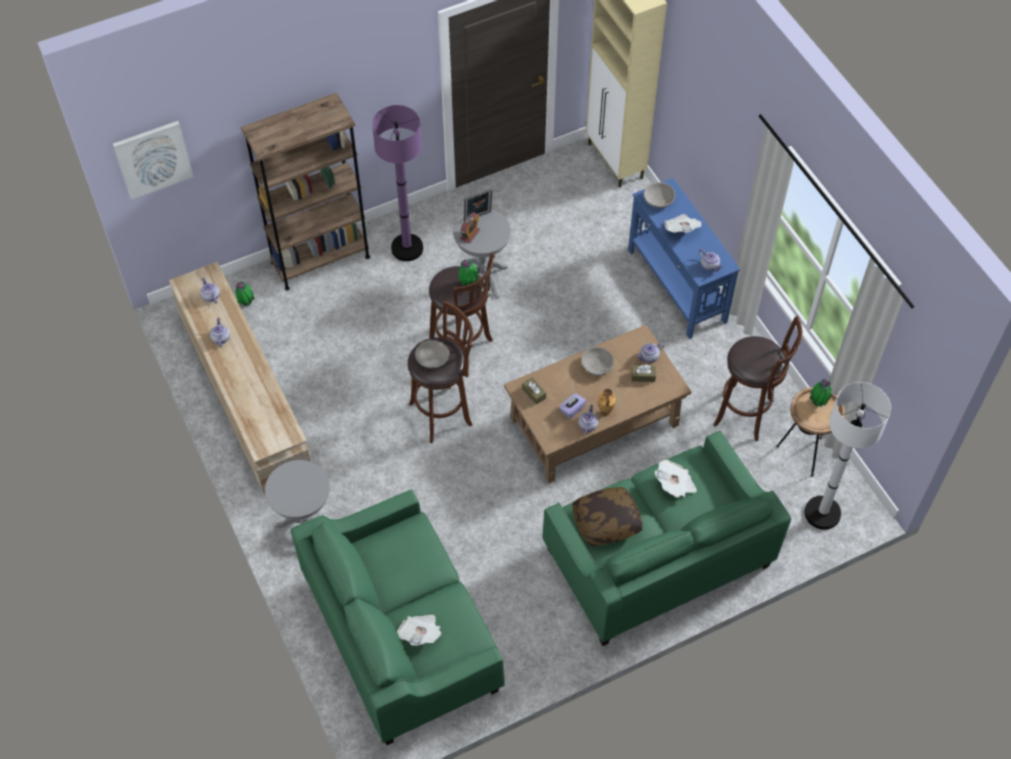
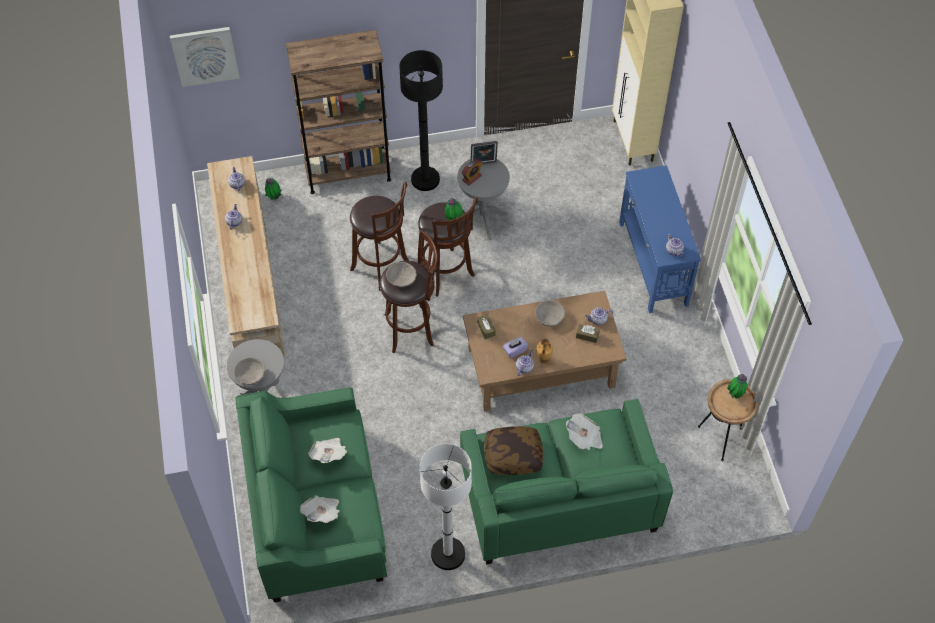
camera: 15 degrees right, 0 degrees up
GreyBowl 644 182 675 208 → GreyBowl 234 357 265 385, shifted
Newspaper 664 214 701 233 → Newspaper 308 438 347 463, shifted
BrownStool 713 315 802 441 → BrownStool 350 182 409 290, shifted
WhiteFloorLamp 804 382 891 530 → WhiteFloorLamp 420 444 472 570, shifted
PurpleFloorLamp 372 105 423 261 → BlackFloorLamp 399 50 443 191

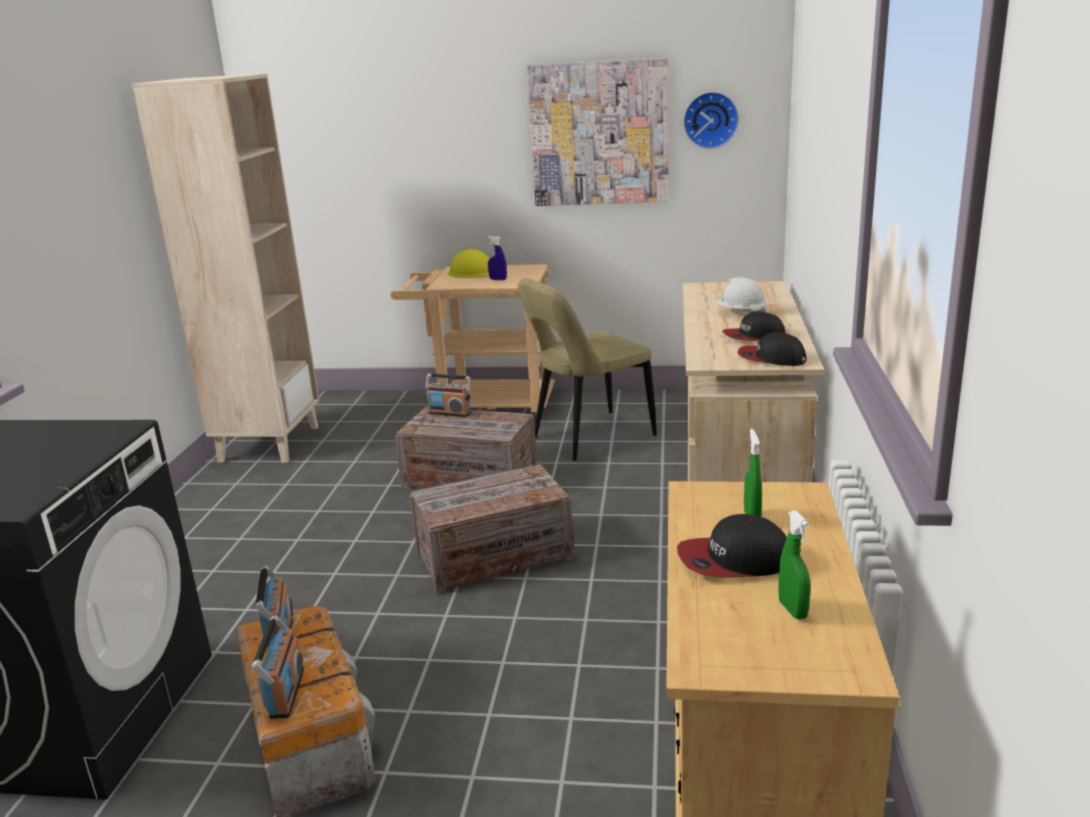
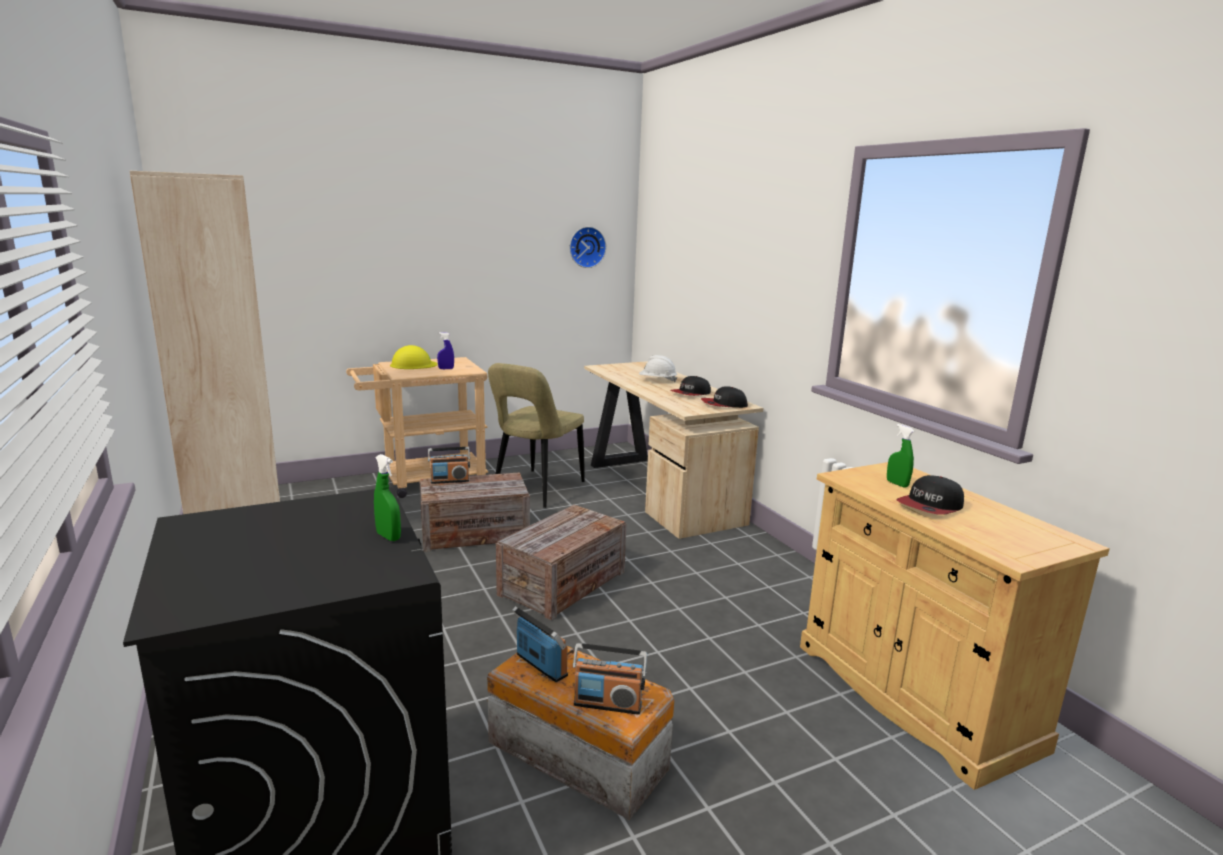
camera: 35 degrees left, 5 degrees down
Picture 527 57 669 206 → -
GreenSprayBottle 778 510 811 620 → GreenSprayBottle 374 454 401 541, shifted
Radio 252 615 304 719 → Radio 573 643 647 715, 135 degrees clockwise

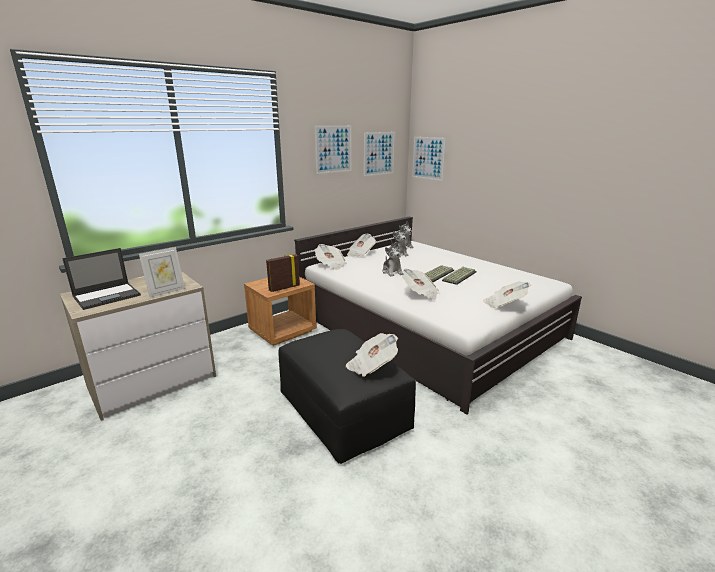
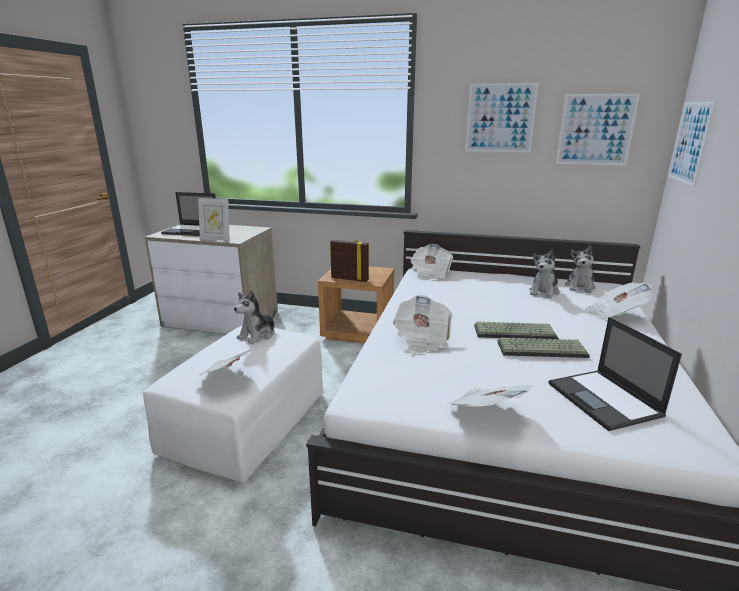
camera: 55 degrees right, 0 degrees up
- → Laptop 549 317 682 431
Newspaper 347 234 376 257 → Newspaper 586 283 653 319, shifted
PlushToy 382 242 404 276 → PlushToy 234 290 276 344, shifted
BlackOttoman 279 329 416 464 → WhiteOttoman 143 326 323 483

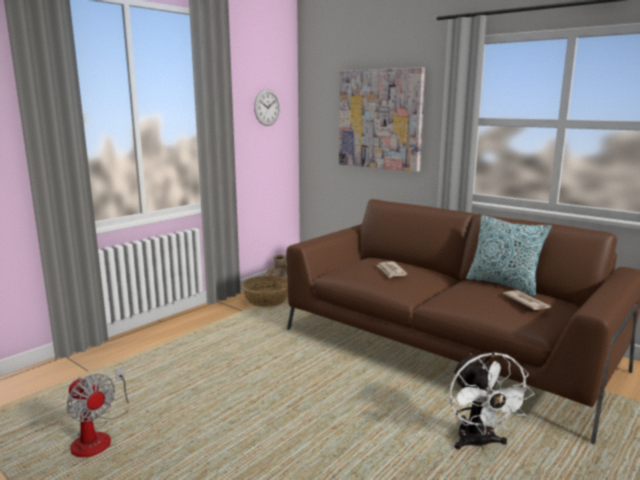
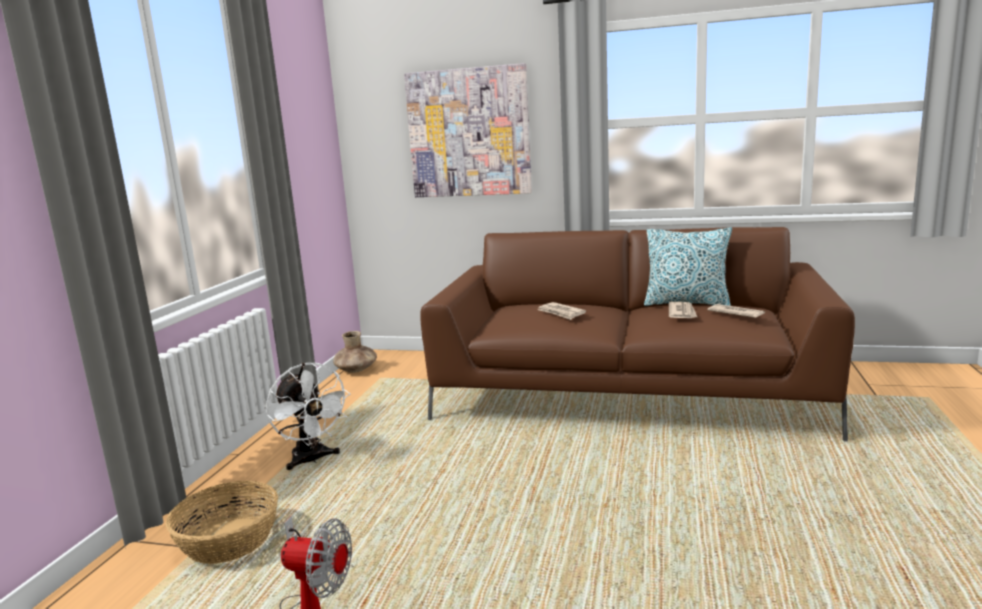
camera: 25 degrees left, 0 degrees up
WallClock 254 89 280 126 → -
- → Newspaper 669 302 698 318
Basket 242 276 288 307 → Basket 166 481 278 564, shifted
WhiteFan 449 352 535 450 → WhiteFan 266 363 350 470, shifted

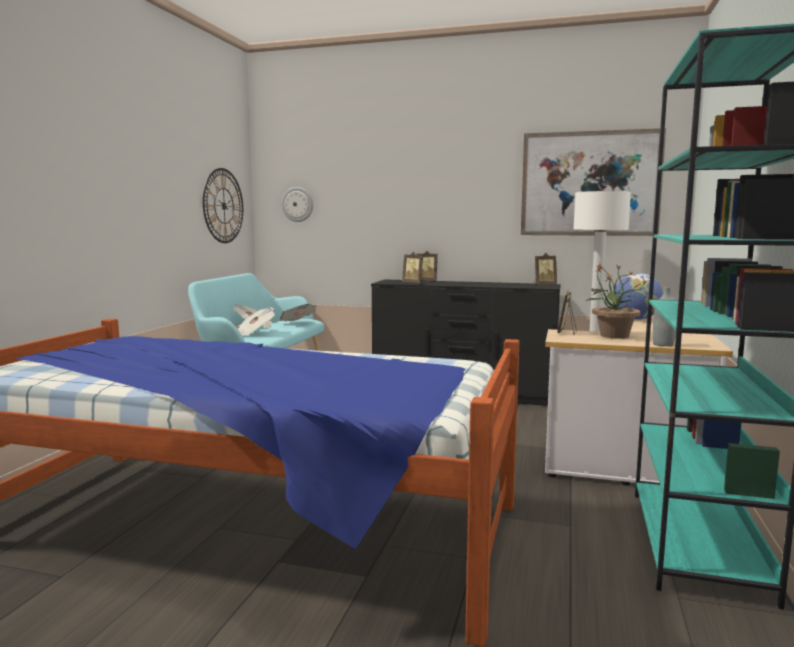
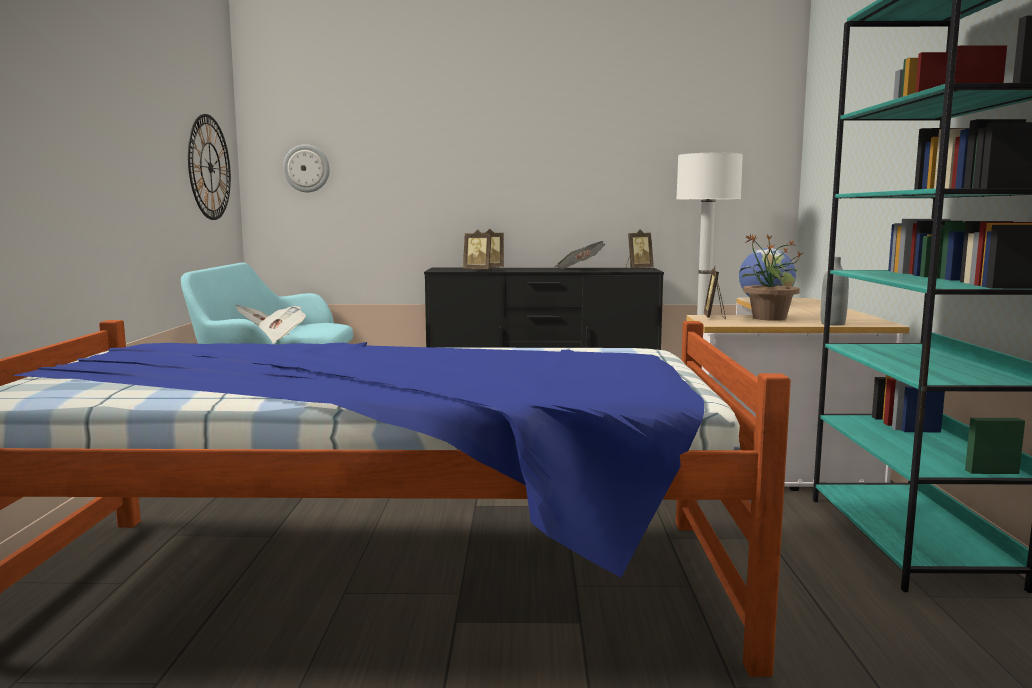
camera: 15 degrees left, 0 degrees up
Picture 521 128 666 236 → -
Newspaper 279 304 316 321 → Newspaper 554 241 605 268, shifted

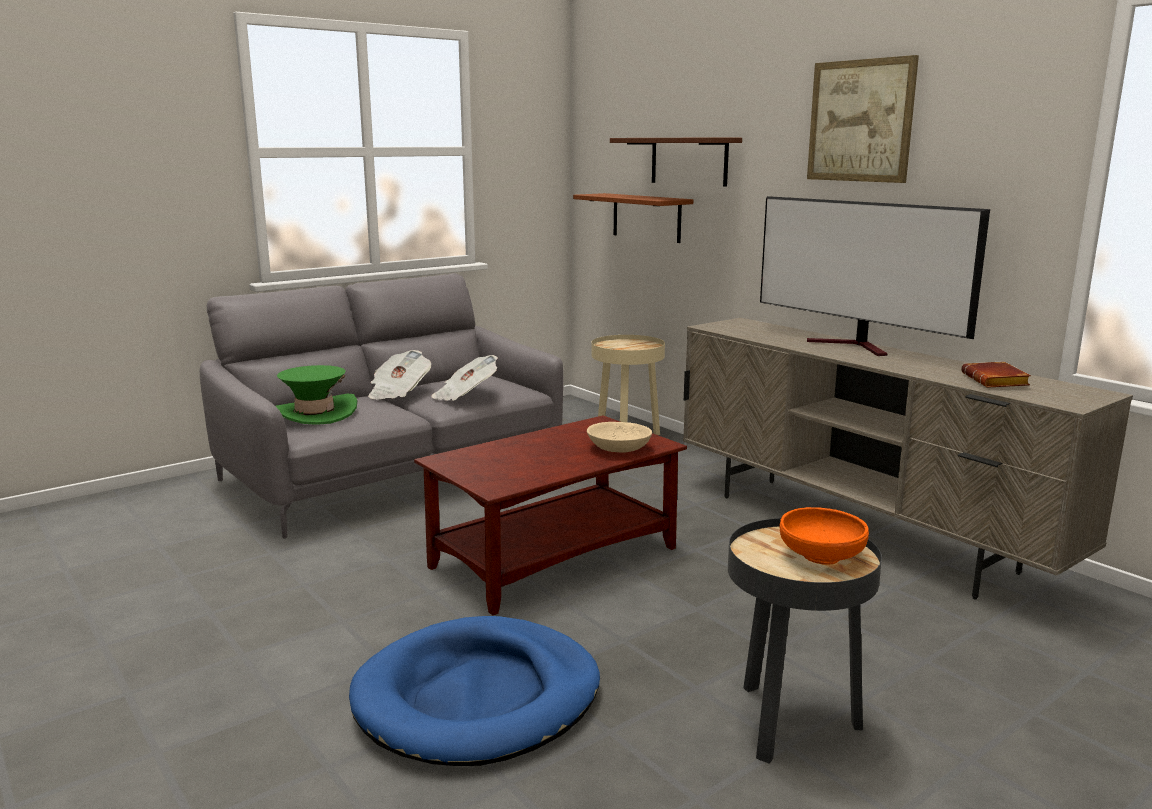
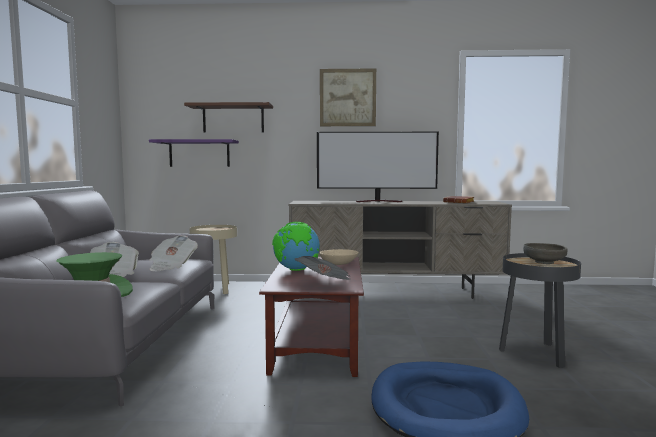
camera: 50 degrees left, 10 degrees down
- → Globe 272 222 320 271
- → Newspaper 295 256 351 280
BrownShelf 573 193 693 243 → PurpleShelf 149 139 239 167
OrangeBowl 780 507 869 565 → GreyBowl 523 243 568 264

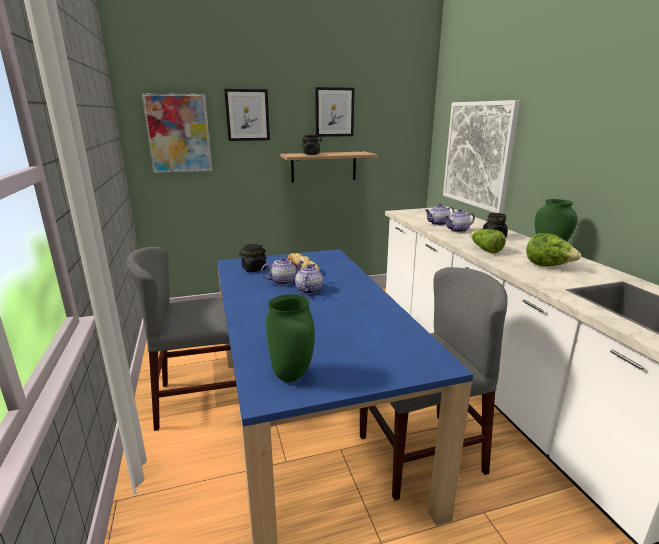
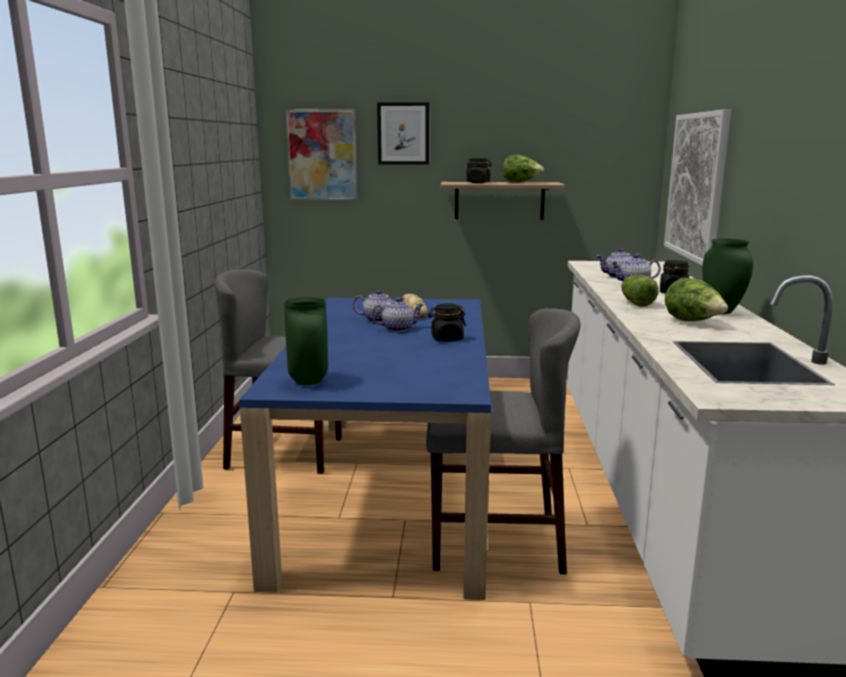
camera: 20 degrees right, 5 degrees down
Picture 315 87 354 137 → -
- → Lettuce 503 155 544 183
BlackJar 239 244 267 272 → BlackJar 428 304 466 341, shifted
Teapot 295 264 323 294 → Teapot 371 298 424 332, 45 degrees clockwise

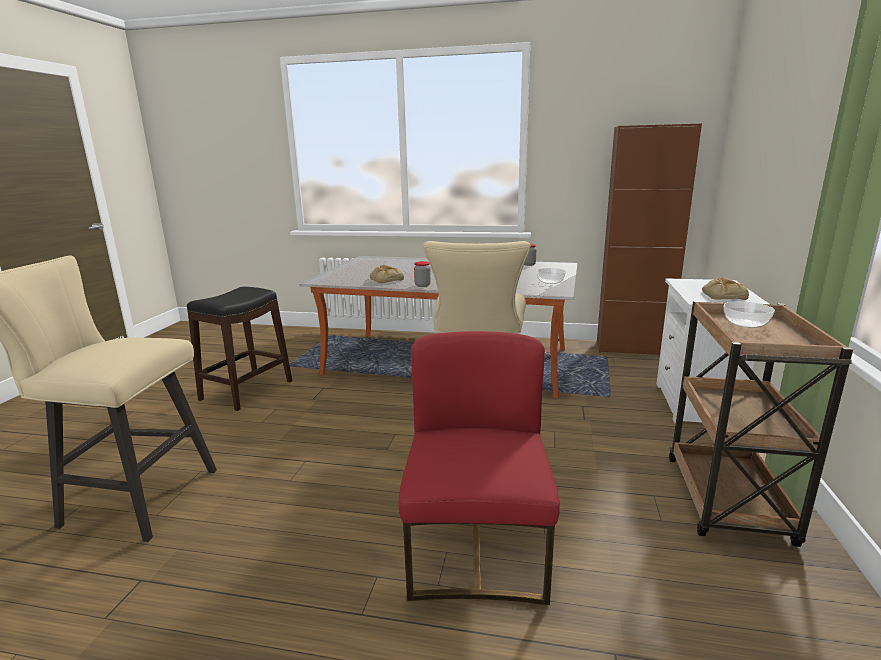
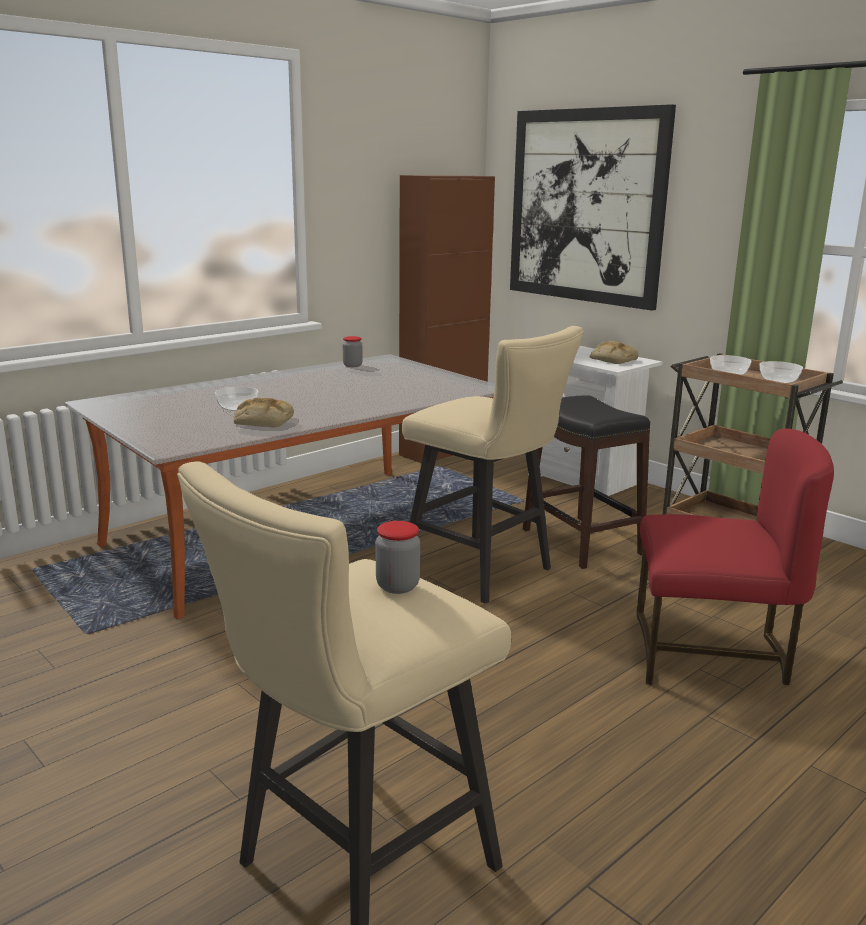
camera: 55 degrees left, 0 degrees up
- → Picture 510 104 676 311
BlackStool 187 287 292 411 → BlackStool 523 396 650 569, shifted
Jar 414 261 431 287 → Jar 376 521 420 594, shifted
Bowl 537 268 566 284 → Bowl 759 361 803 384, shifted
RedChair 398 331 560 605 → RedChair 637 428 834 685, 150 degrees clockwise

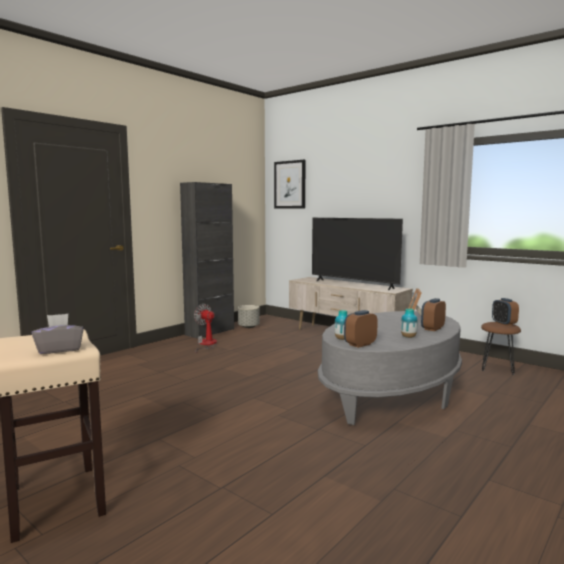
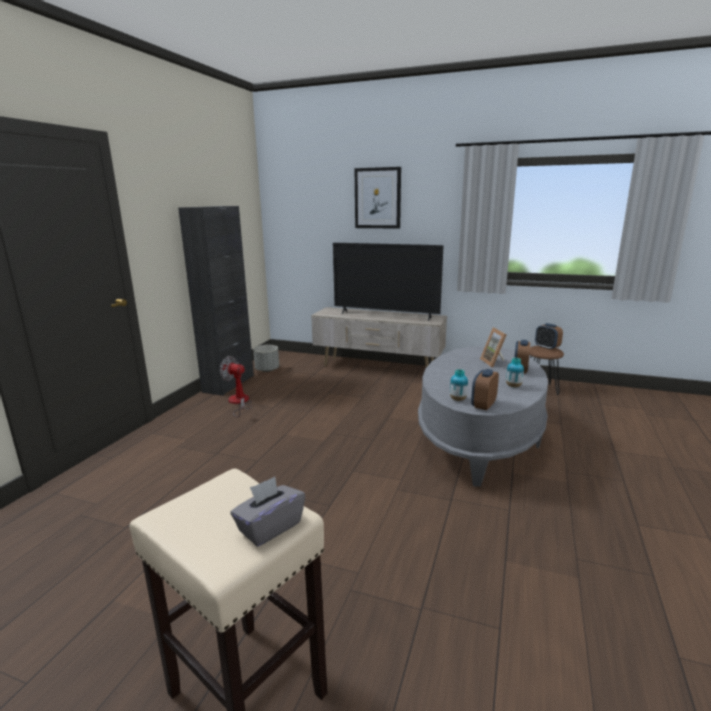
camera: 20 degrees left, 10 degrees up
Picture 274 160 306 208 → Picture 355 167 401 229, shifted

